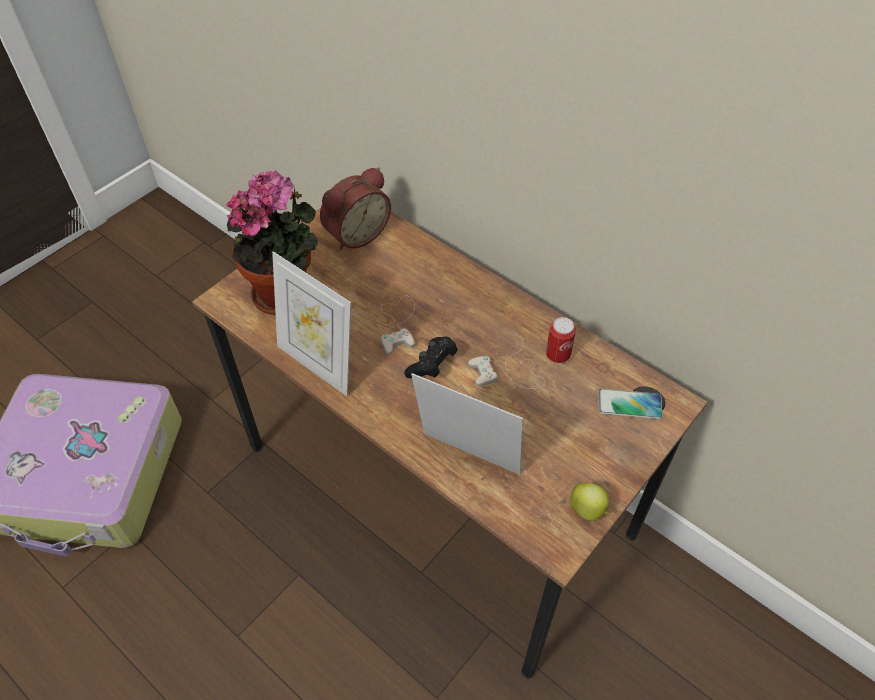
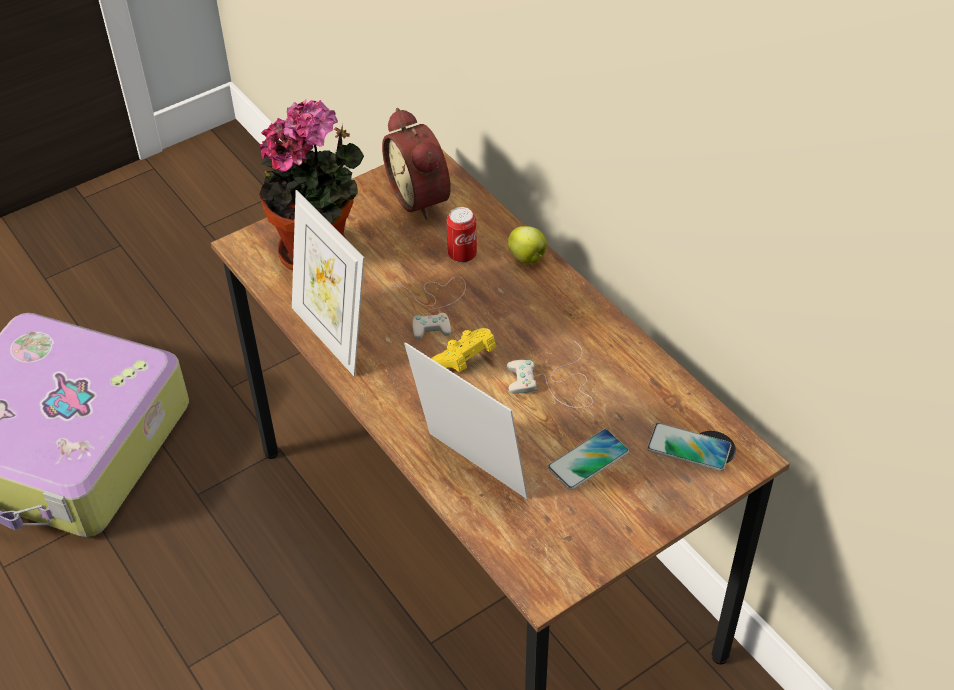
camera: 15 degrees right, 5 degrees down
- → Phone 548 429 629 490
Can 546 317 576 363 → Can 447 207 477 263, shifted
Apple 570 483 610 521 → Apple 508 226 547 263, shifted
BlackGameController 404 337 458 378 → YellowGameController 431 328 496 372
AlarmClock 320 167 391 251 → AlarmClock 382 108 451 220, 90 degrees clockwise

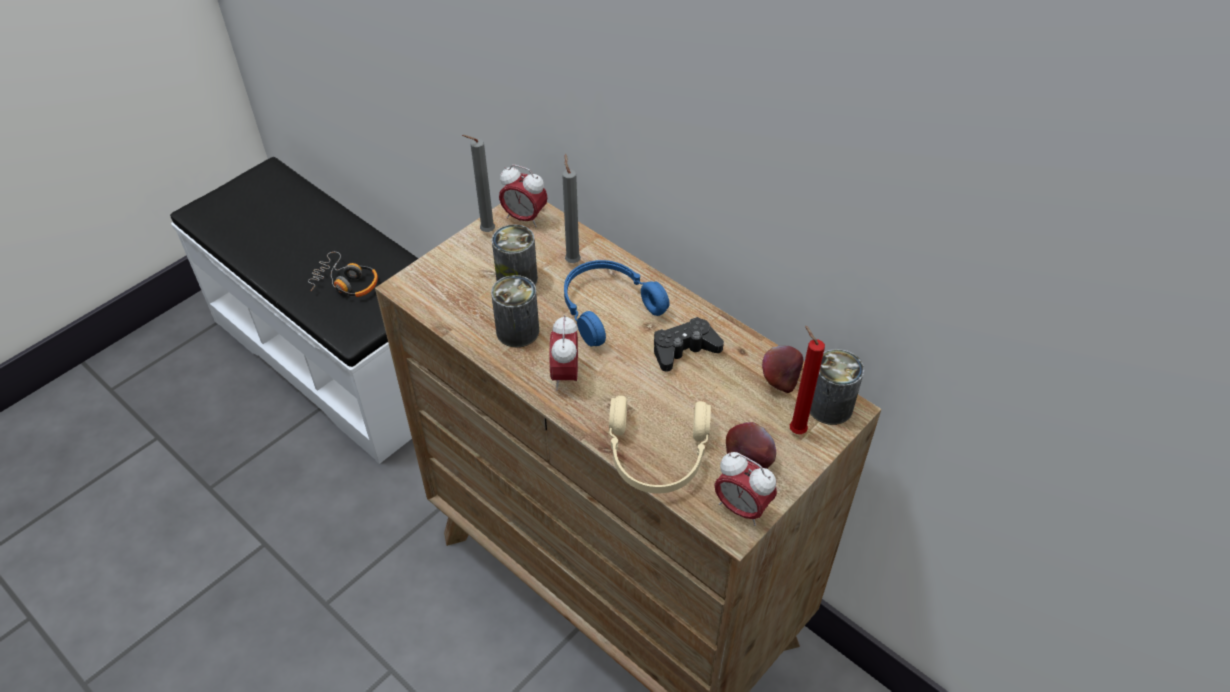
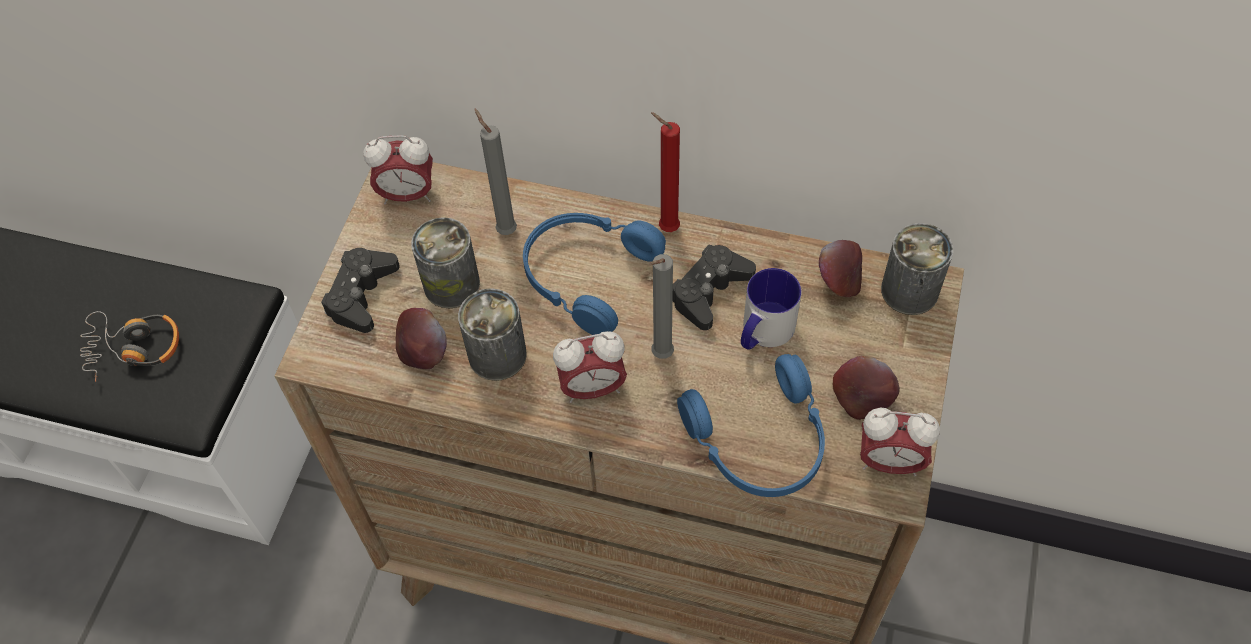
camera: 25 degrees left, 10 degrees up
- → BlackGameController 322 248 400 333
- → Apple 396 308 447 369
- → Mug 741 268 801 350
GreyCandle 462 135 495 232 → GreyCandle 649 254 674 359, shifted
RedCandle 790 326 825 434 → RedCandle 651 112 680 232, shifted
BeigeHeadphones 609 396 711 494 → BlueHeadphones 677 354 825 497
AlarmClock 550 315 578 390 → AlarmClock 553 331 627 403, 75 degrees counterclockwise

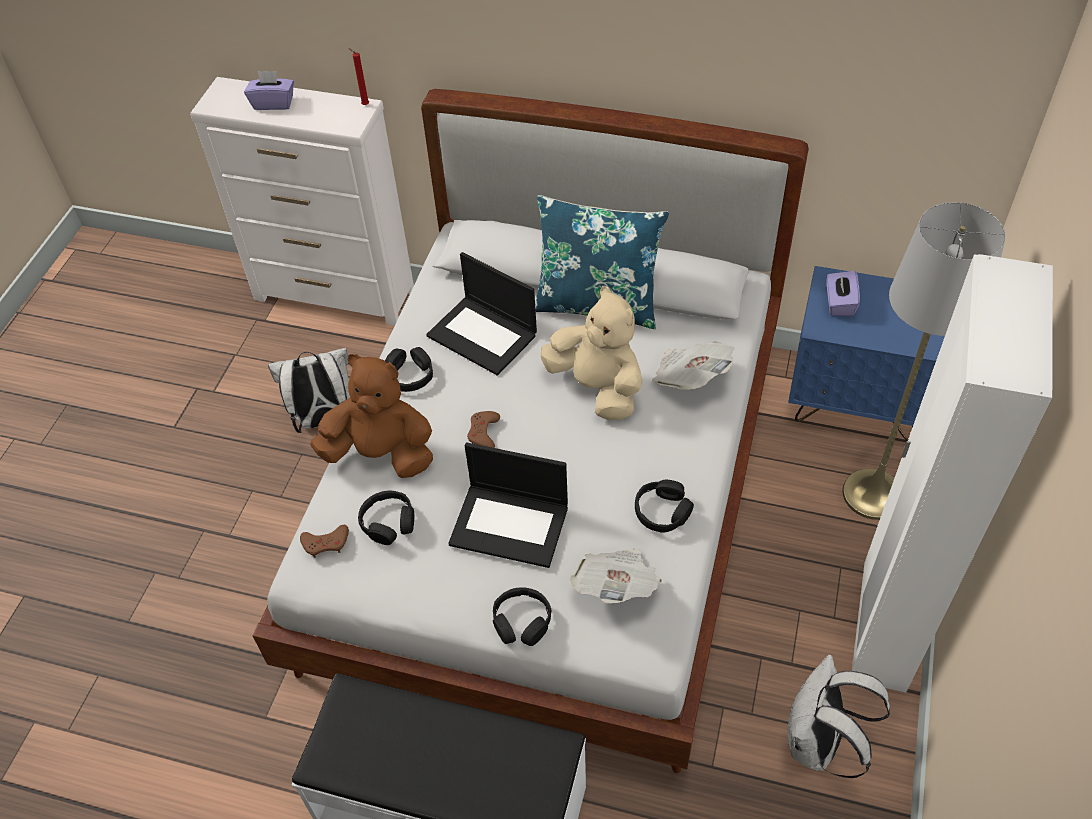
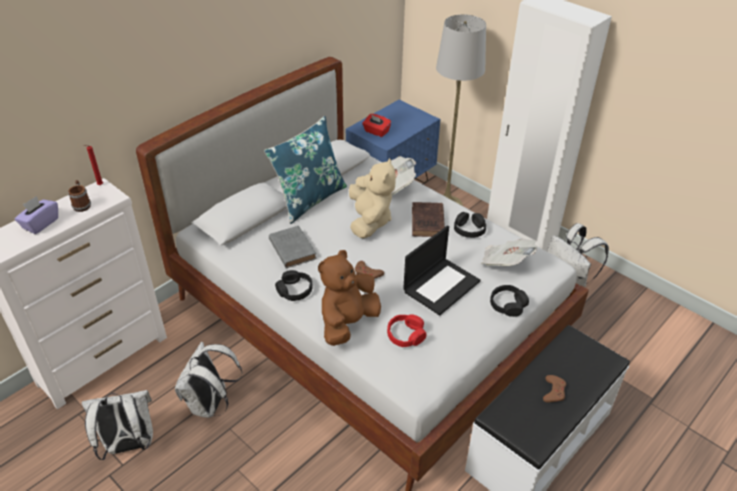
camera: 65 degrees left, 10 degrees down
- → Mug 68 180 91 212
- → WhiteBackpack 81 390 153 460
- → BrownBook 412 202 445 237
BrownGameController 300 525 349 558 → BrownGameController 543 375 566 403, shifted
Laptop 426 252 537 376 → GreyBook 269 226 317 268
BlackHeadphones 358 491 414 545 → RedHeadphones 387 314 426 347
PurpleTissueBox 827 271 860 316 → RedTissueBox 362 114 391 137
BeigePlushToy 541 286 642 420 → BeigePlushToy 349 158 396 239, 105 degrees clockwise

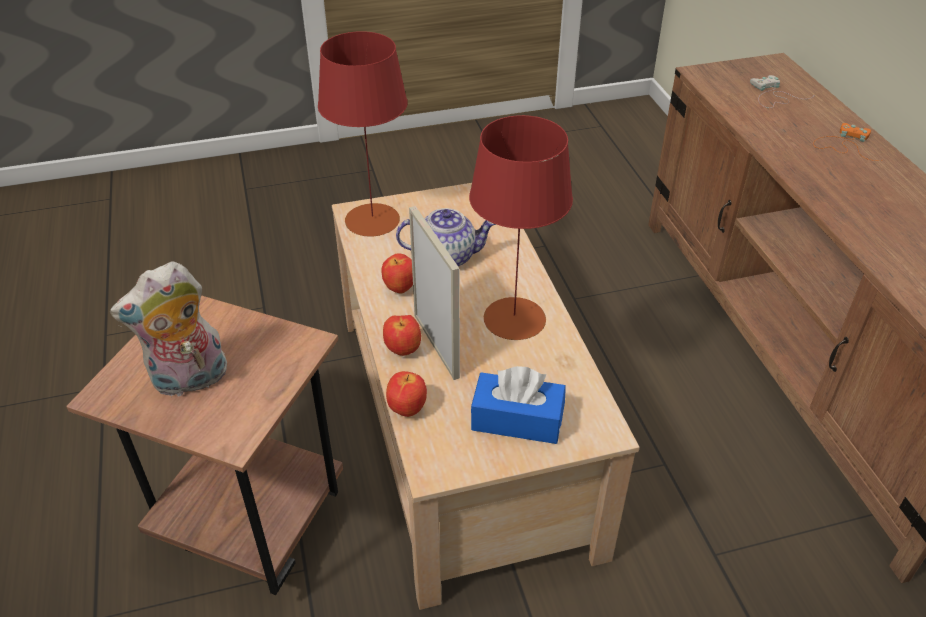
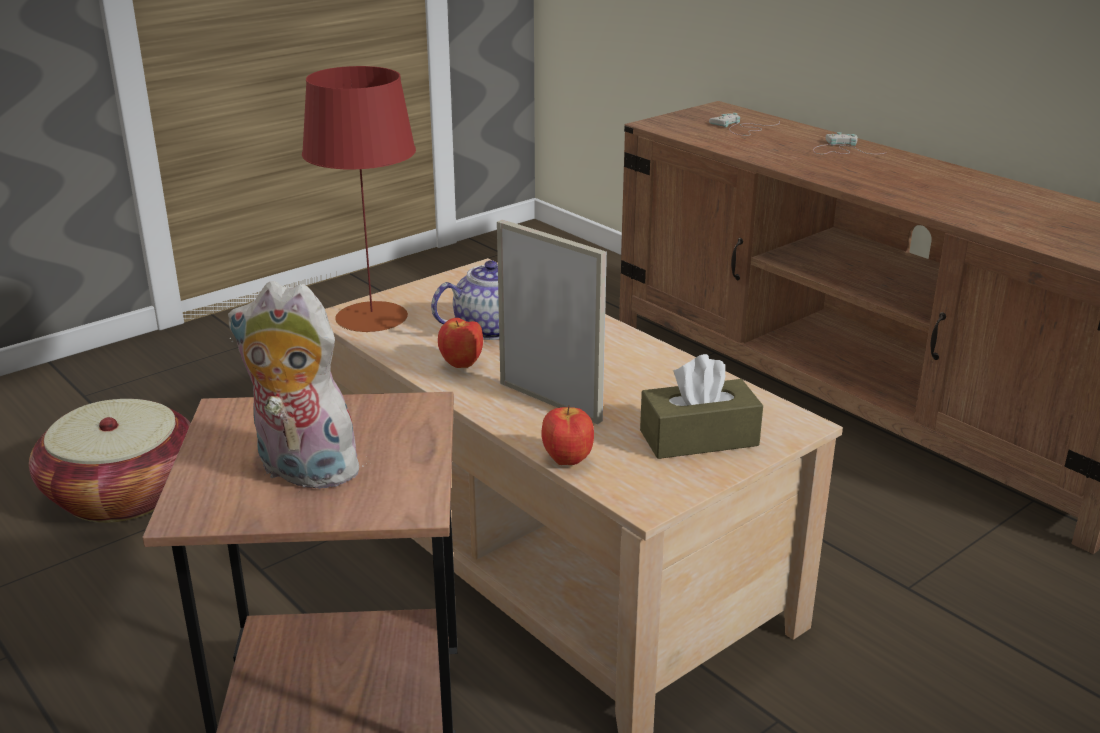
camera: 25 degrees left, 15 degrees down
Apple 383 315 421 356 → -
RedTableLamp 469 115 573 340 → -
- → Basket 29 399 191 523
BlueTissueBox 471 366 566 444 → BrownTissueBox 640 354 763 459
OrangeGameController 813 123 882 161 → WhiteGameController 813 132 887 154
PlushToy 110 261 227 398 → PlushToy 228 281 367 489, 75 degrees clockwise

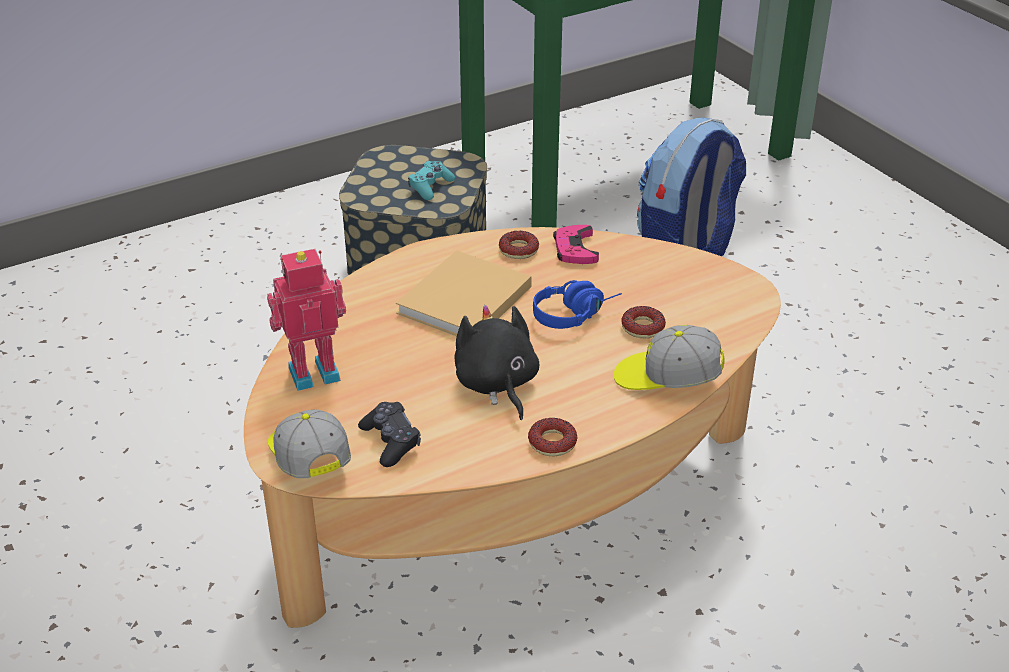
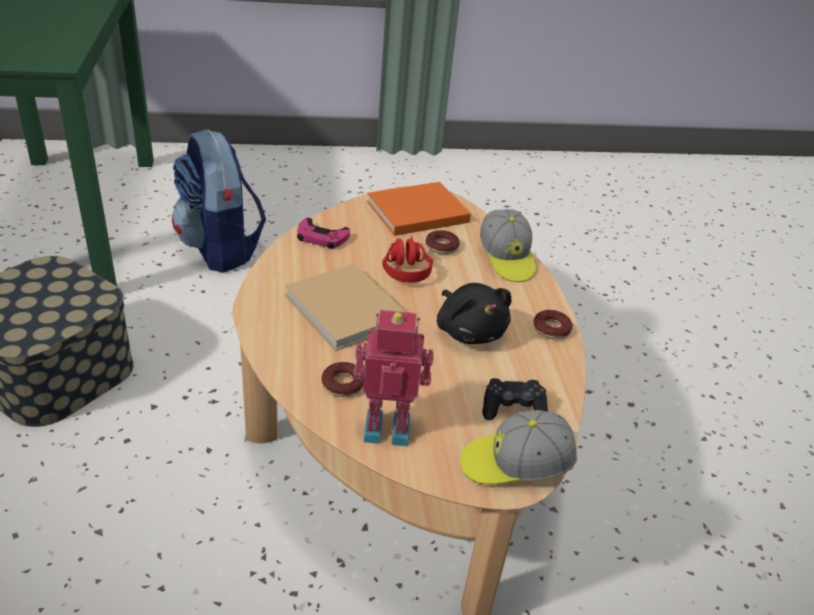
camera: 70 degrees left, 0 degrees up
TurquoiseGameController 408 161 455 200 → -
- → OrangeBook 367 182 471 236
Donut 499 231 539 259 → Donut 321 362 364 397, shifted
BlueHeadphones 533 280 622 329 → RedHeadphones 382 235 433 283
ToyRobot 267 249 346 391 → ToyRobot 354 310 433 446, 90 degrees clockwise
BlackPlushToy 454 305 540 420 → BlackPlushToy 437 283 512 344, 120 degrees counterclockwise
Cap 614 325 725 390 → Cap 480 209 536 282, 45 degrees counterclockwise

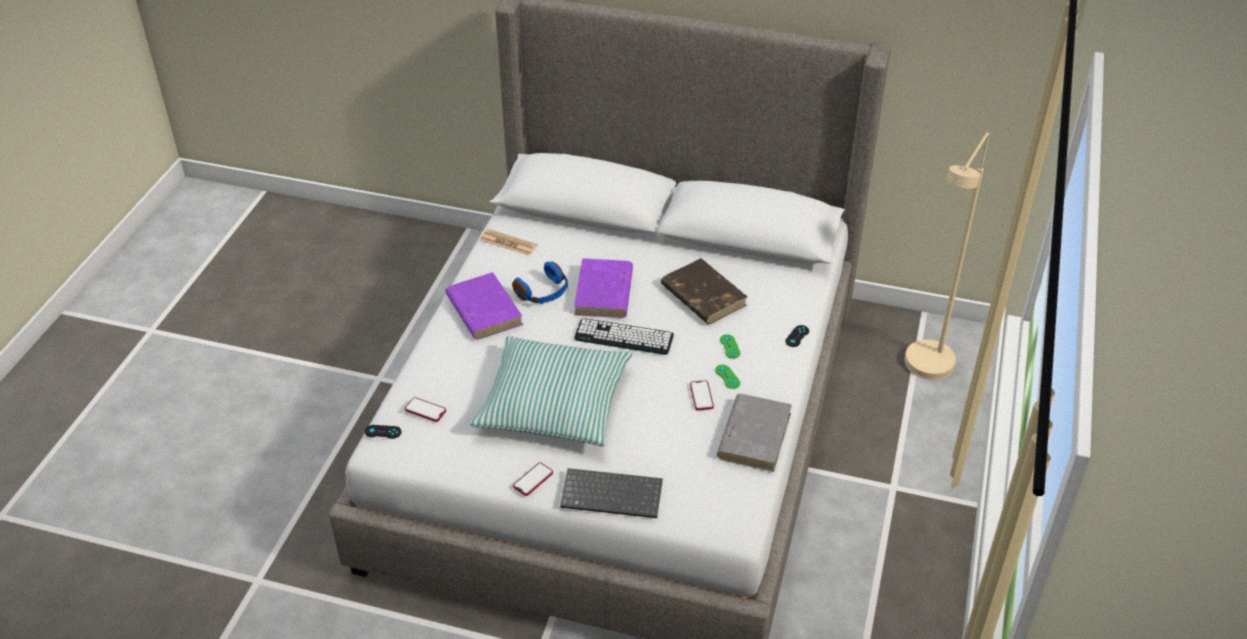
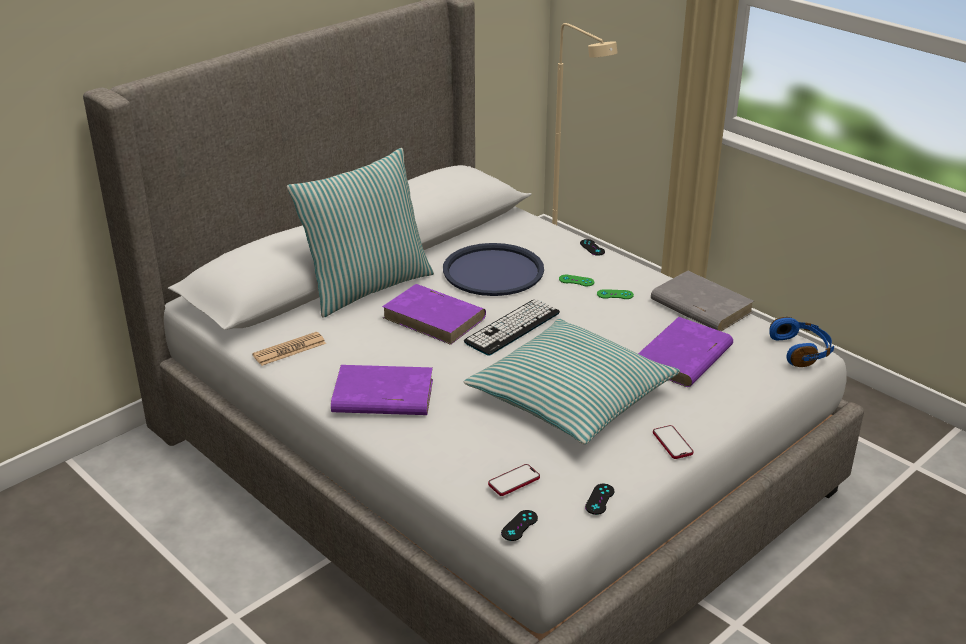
camera: 60 degrees left, 10 degrees down
Keyboard 560 468 663 518 → -
Phone 690 380 714 410 → -
- → Pillow 287 148 434 318
- → BlackGameController 585 484 614 515
- → PurpleBook 638 317 733 387
BlueHeadphones 512 261 568 304 → BlueHeadphones 769 317 834 367, shifted
BrownBook 661 258 747 324 → BlueTray 443 243 544 296

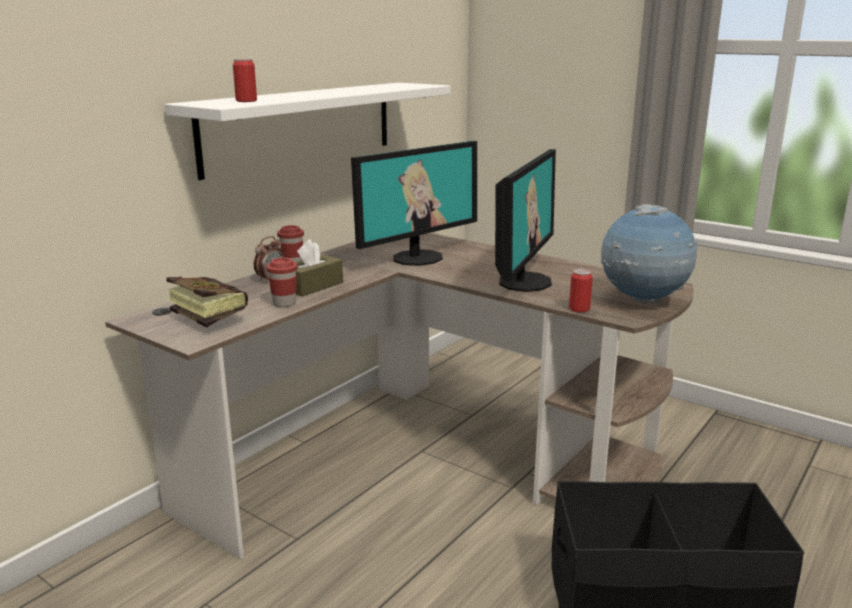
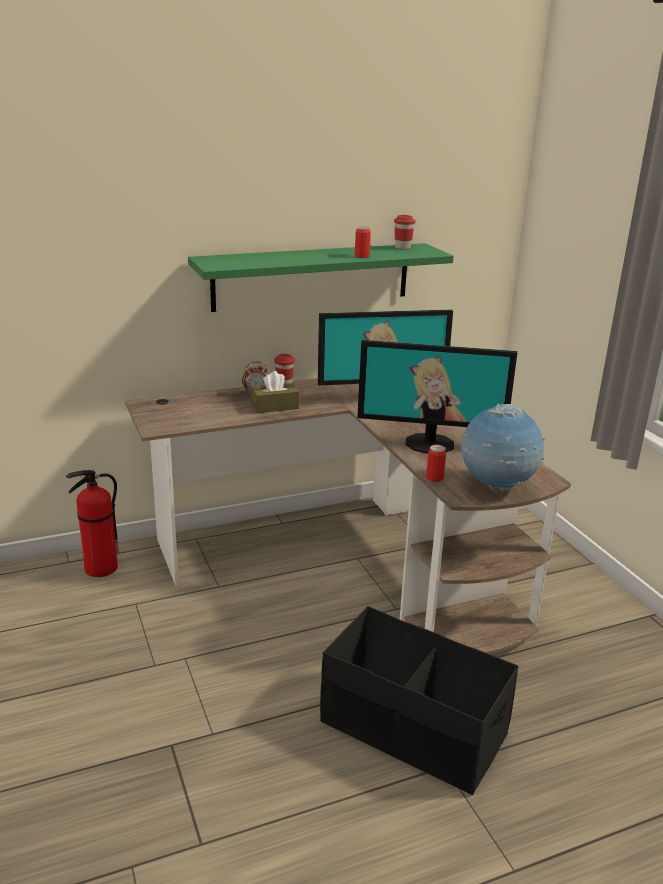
camera: 30 degrees right, 5 degrees up
Book 167 277 248 328 → -
- → FireExtinguisher 66 470 119 577
Can 233 59 257 102 → Can 355 226 371 258, shifted
RedCup 266 258 298 307 → RedCup 394 215 415 250, shifted
WhiteShelf 165 83 451 180 → GreenShelf 188 243 454 312
Monitor 495 149 556 292 → Monitor 357 340 517 454, 45 degrees clockwise

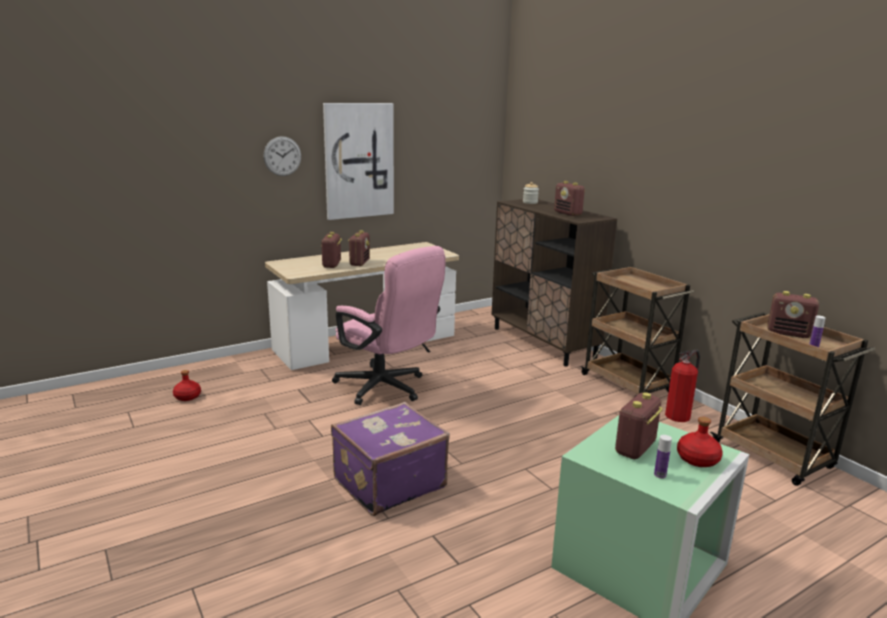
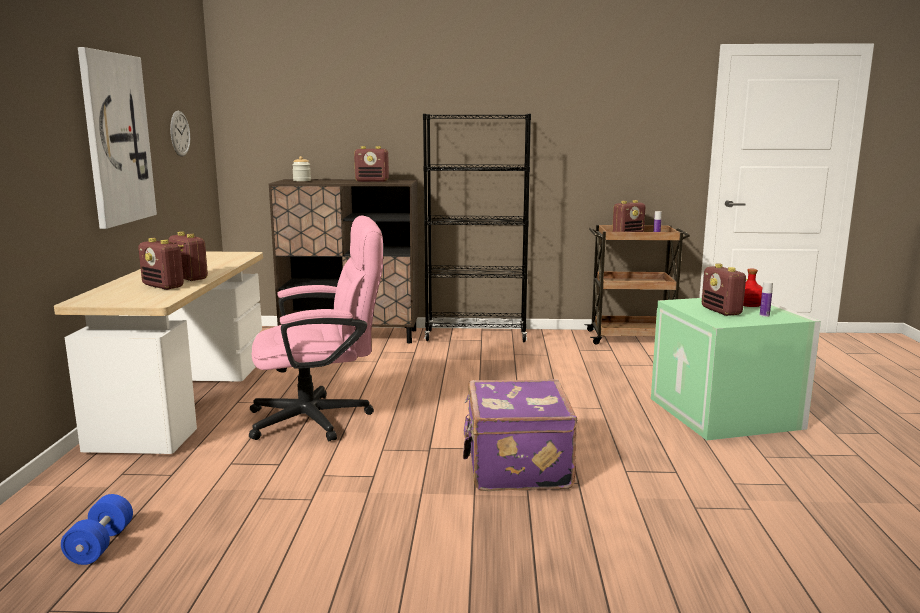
camera: 55 degrees left, 5 degrees down
FireExtinguisher 665 350 700 422 → -
WallClock 264 136 301 176 → WallClock 170 111 190 157, shifted
RedBottle 173 370 201 401 → BlueDumbbell 61 494 133 565
BrownCart 580 266 694 396 → BlackBookcase 423 114 531 342

